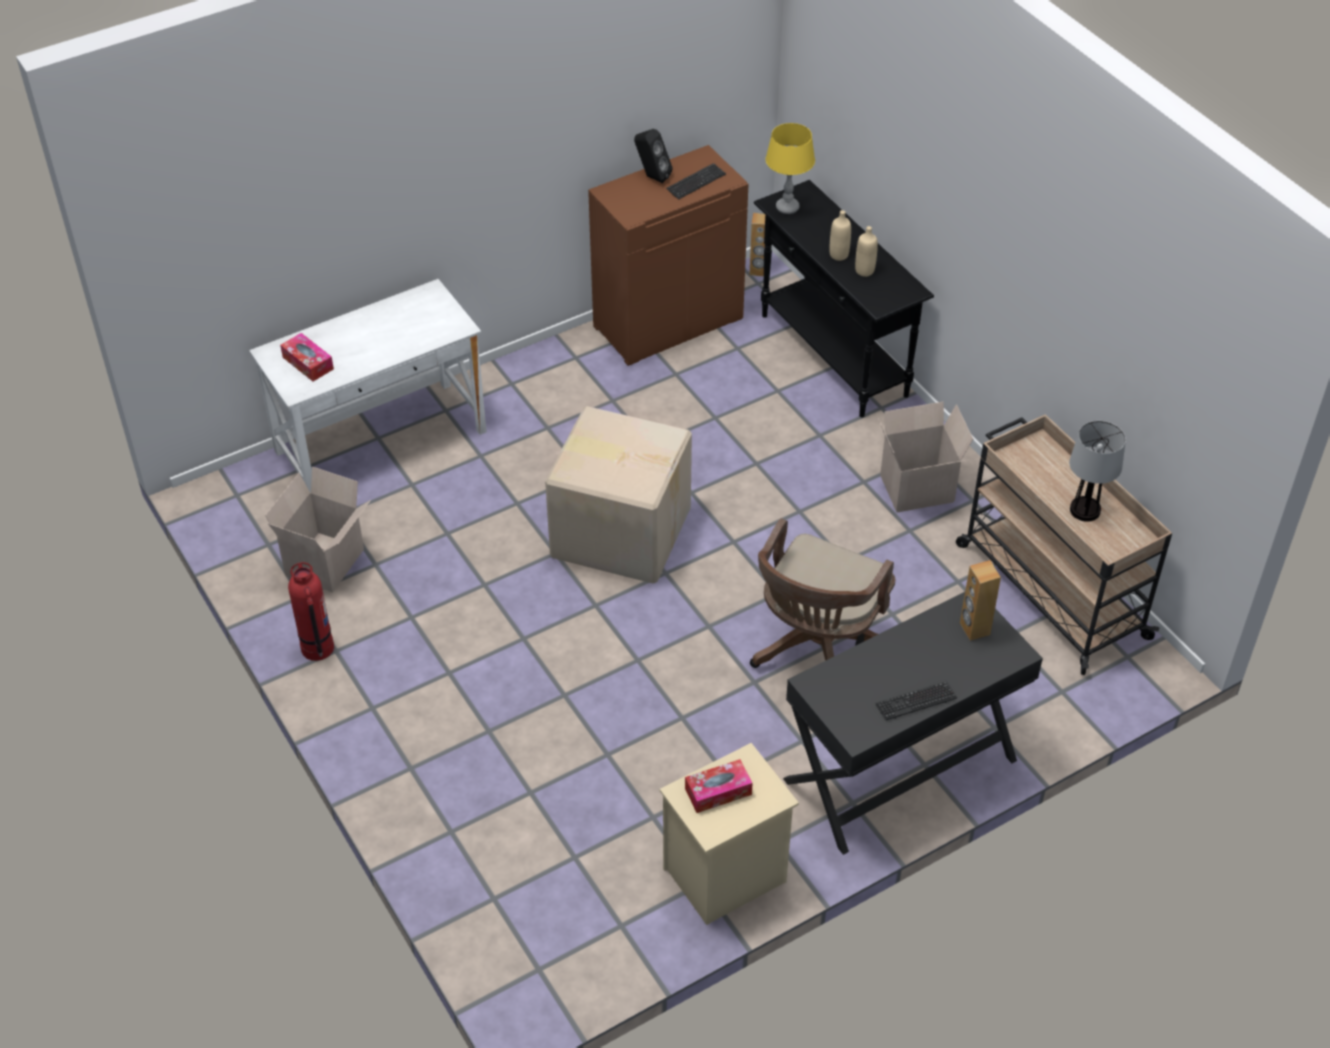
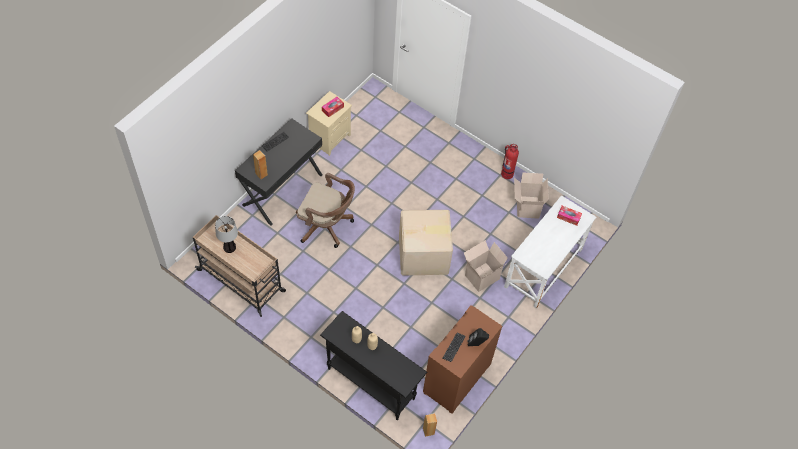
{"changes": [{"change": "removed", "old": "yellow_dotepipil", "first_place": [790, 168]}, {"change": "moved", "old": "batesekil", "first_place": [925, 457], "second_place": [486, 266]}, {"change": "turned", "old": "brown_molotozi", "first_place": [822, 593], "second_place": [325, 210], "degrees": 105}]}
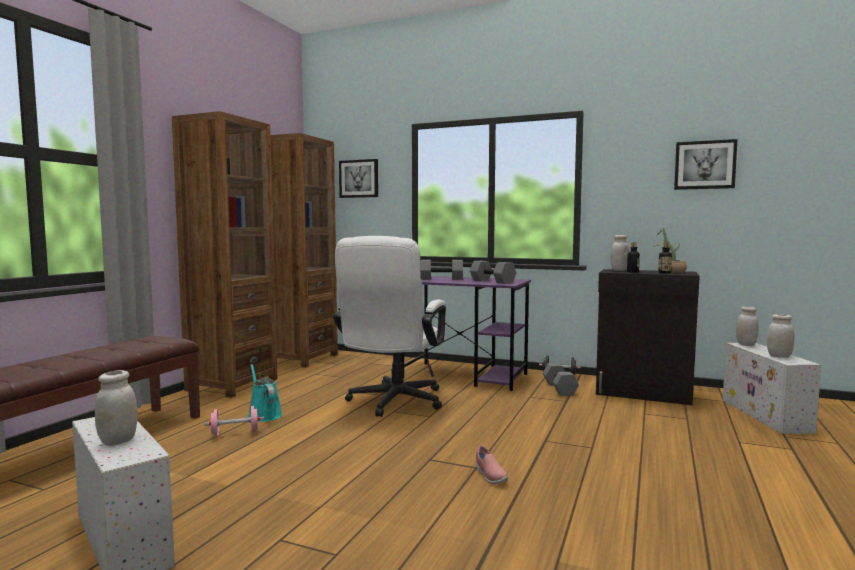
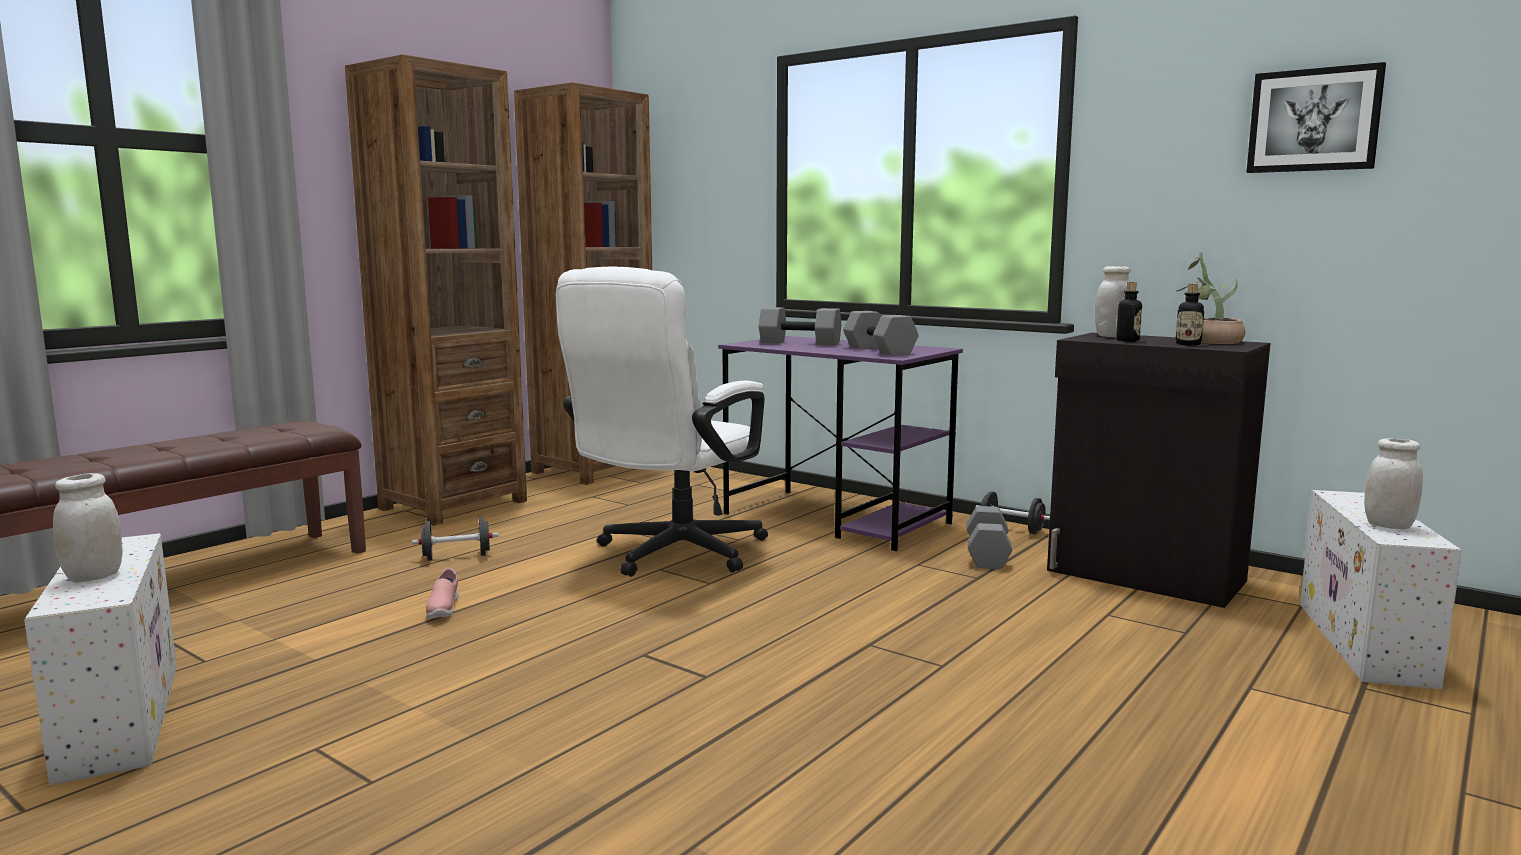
{"changes": [{"change": "removed", "old": "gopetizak", "first_place": [358, 178]}, {"change": "removed", "old": "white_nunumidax", "first_place": [747, 326]}, {"change": "replaced", "old": "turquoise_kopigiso", "new": "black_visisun", "first_place": [265, 393], "second_place": [455, 539]}, {"change": "removed", "old": "pink_visisun", "first_place": [234, 421]}, {"change": "moved", "old": "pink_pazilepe", "first_place": [492, 465], "second_place": [442, 593]}]}
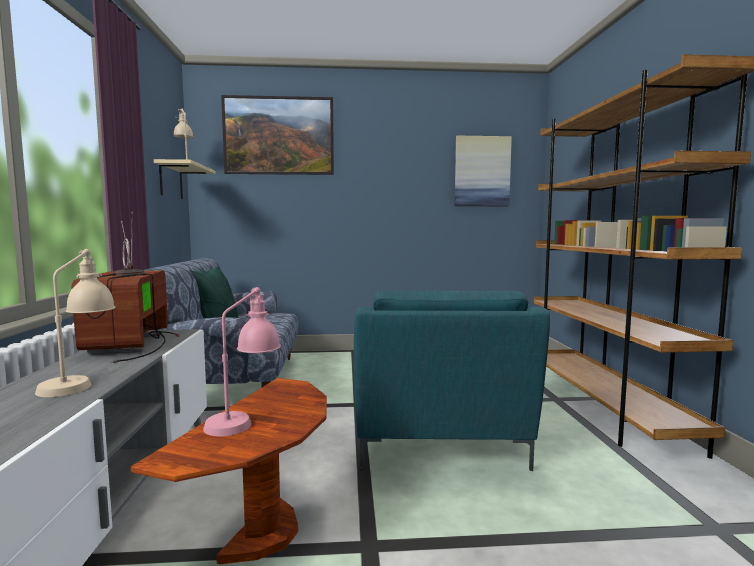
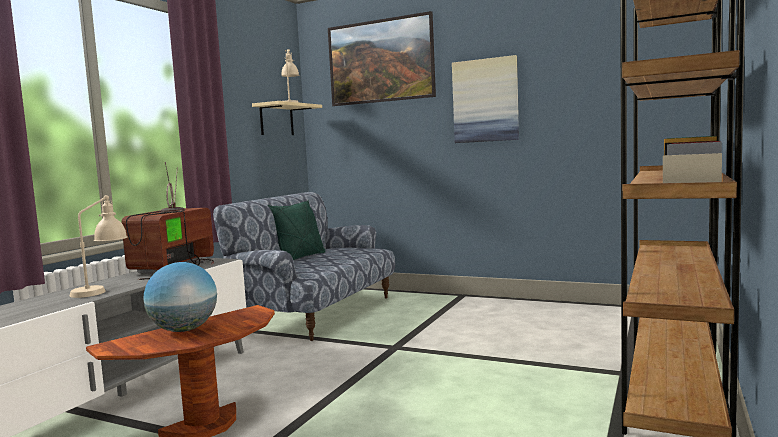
{"changes": [{"change": "moved", "old": "gopetizak", "first_place": [483, 171], "second_place": [485, 99]}, {"change": "replaced", "old": "pink_dotepipil", "new": "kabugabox", "first_place": [242, 361], "second_place": [180, 297]}, {"change": "removed", "old": "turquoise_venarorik", "first_place": [452, 380]}]}
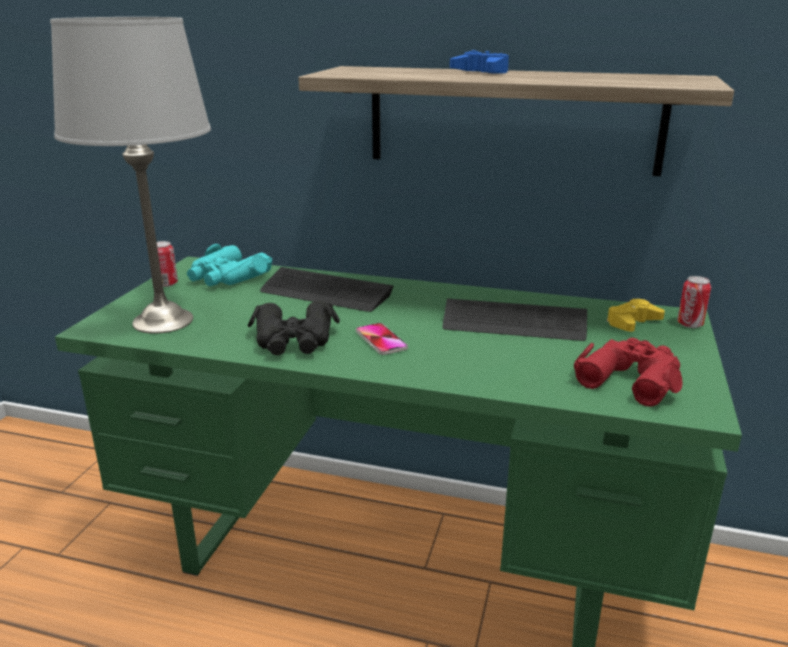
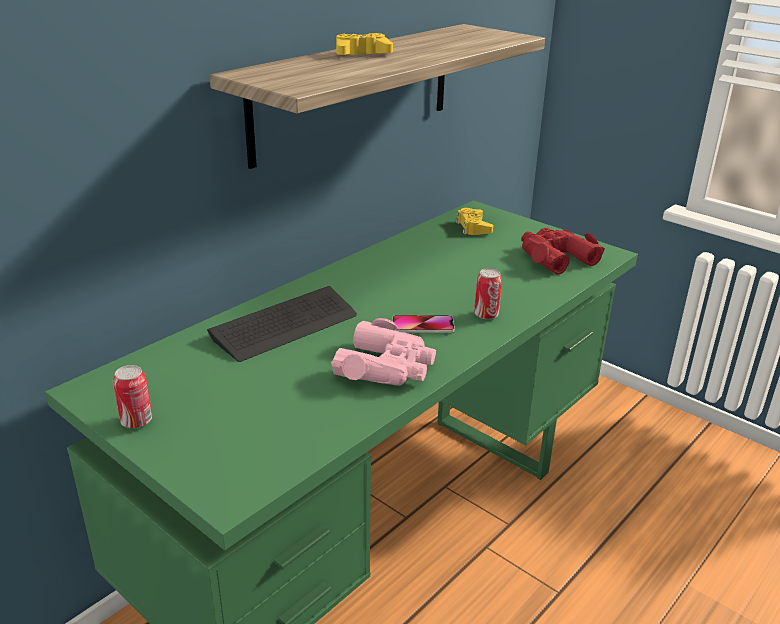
{"changes": [{"change": "removed", "old": "grey_dotepipil", "first_place": [130, 175]}, {"change": "recoloured", "old": "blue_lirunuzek", "new": "yellow_lirunuzek", "first_place": [479, 62], "second_place": [364, 44]}, {"change": "removed", "old": "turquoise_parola", "first_place": [229, 265]}, {"change": "moved", "old": "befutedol", "first_place": [694, 302], "second_place": [488, 293]}, {"change": "removed", "old": "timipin", "first_place": [515, 319]}, {"change": "recoloured", "old": "black_parola", "new": "pink_parola", "first_place": [294, 328], "second_place": [383, 351]}]}
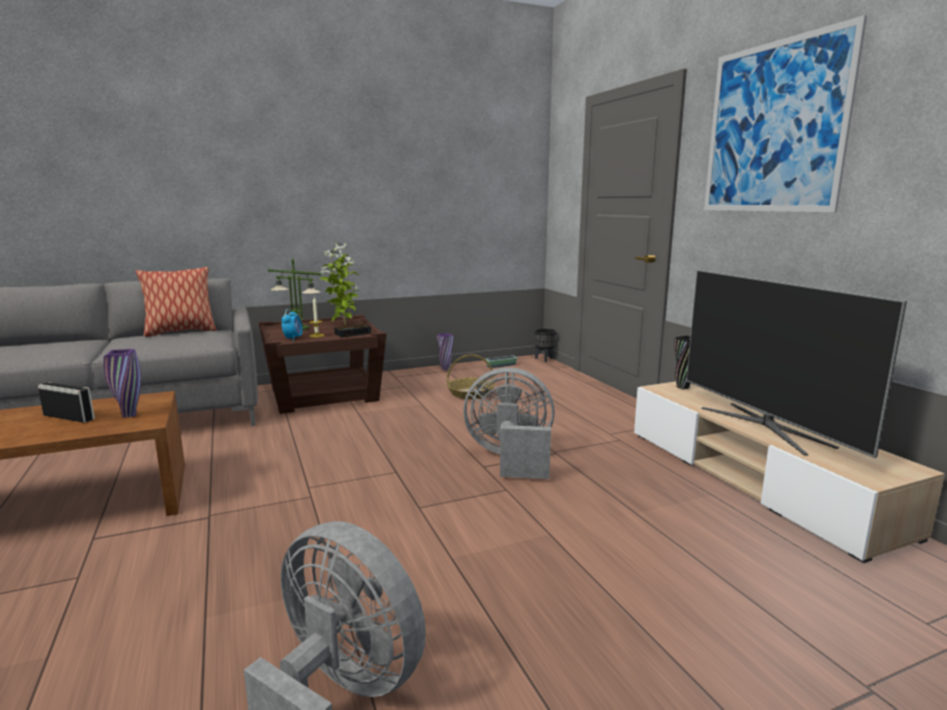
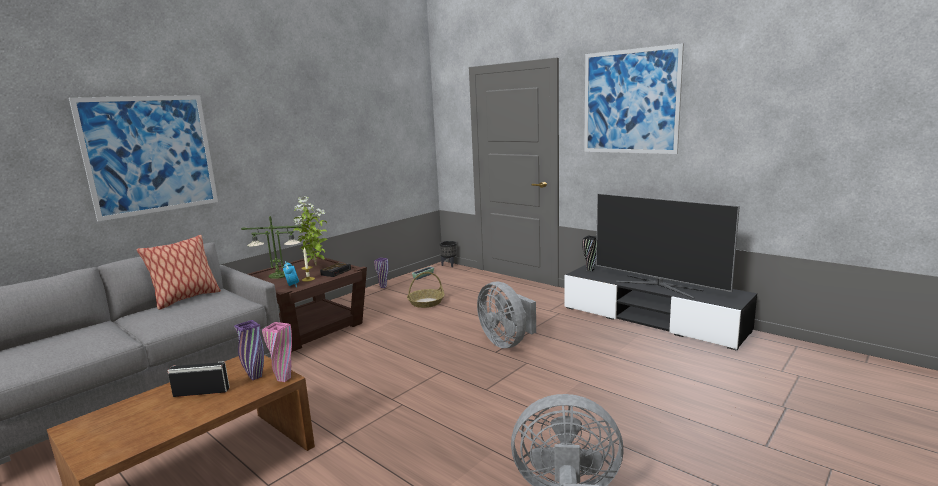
{"changes": [{"change": "turned", "old": "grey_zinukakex", "first_place": [509, 423], "second_place": [506, 315], "degrees": -105}, {"change": "recoloured", "old": "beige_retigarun", "new": "black_retigarun", "first_place": [789, 472], "second_place": [661, 307]}, {"change": "added", "new": "gopetizak", "second_place": [143, 158]}, {"change": "added", "new": "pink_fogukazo", "second_place": [277, 352]}]}
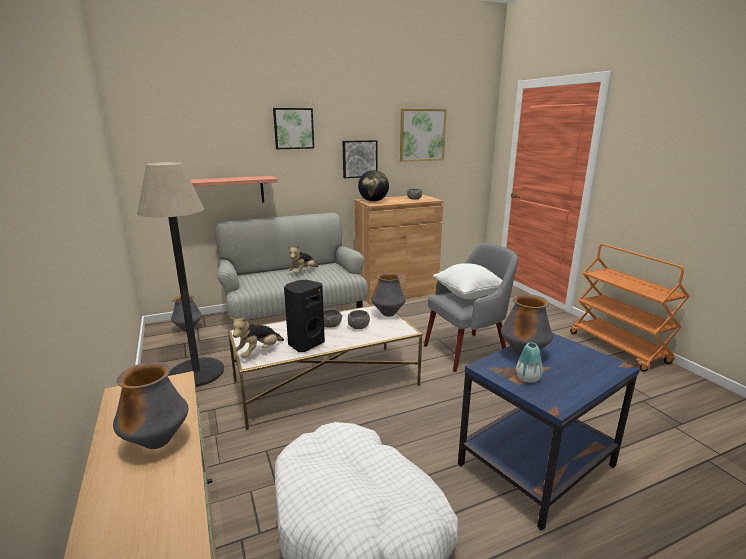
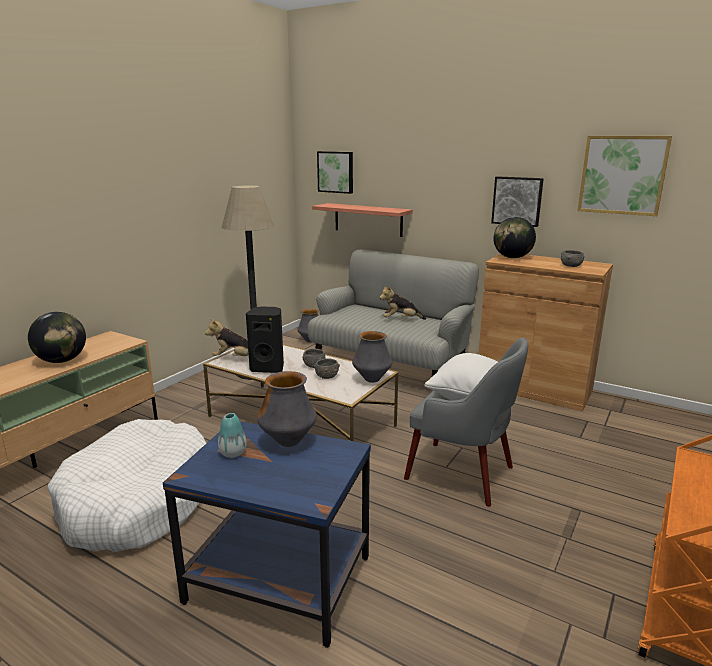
{"changes": [{"change": "moved", "old": "gopetizak", "first_place": [293, 128], "second_place": [335, 172]}, {"change": "replaced", "old": "fogukazo", "new": "kabugabox", "first_place": [150, 405], "second_place": [57, 337]}]}
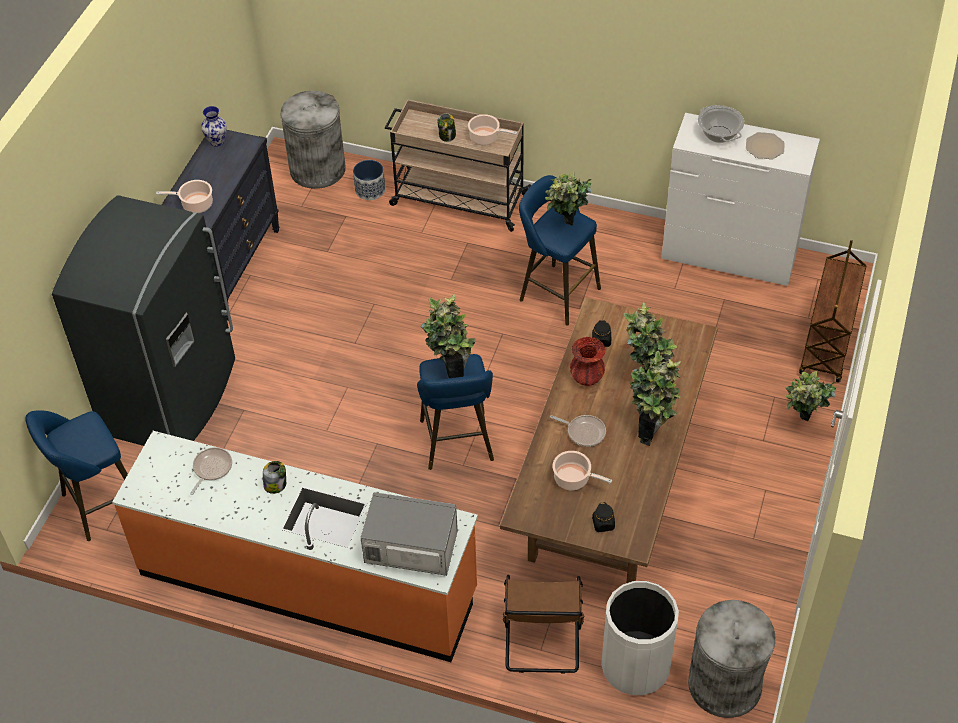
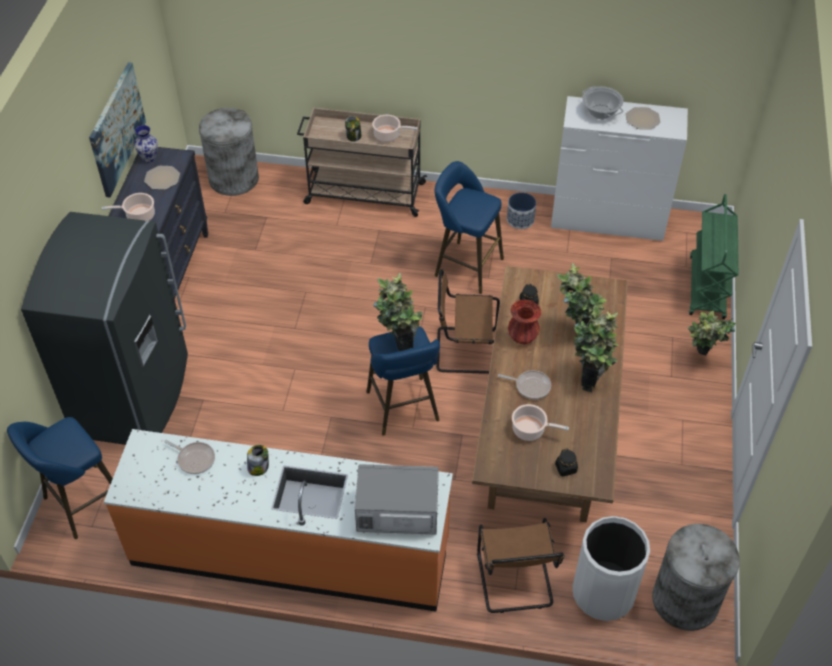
{"changes": [{"change": "moved", "old": "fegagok", "first_place": [369, 180], "second_place": [521, 210]}, {"change": "removed", "old": "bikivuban", "first_place": [568, 199]}, {"change": "recoloured", "old": "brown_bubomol", "new": "green_bubomol", "first_place": [832, 311], "second_place": [714, 256]}, {"change": "turned", "old": "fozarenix", "first_place": [211, 471], "second_place": [189, 457], "degrees": 105}, {"change": "added", "new": "gopetizak", "second_place": [117, 130]}, {"change": "added", "new": "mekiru", "second_place": [162, 178]}, {"change": "added", "new": "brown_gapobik", "second_place": [468, 321]}]}
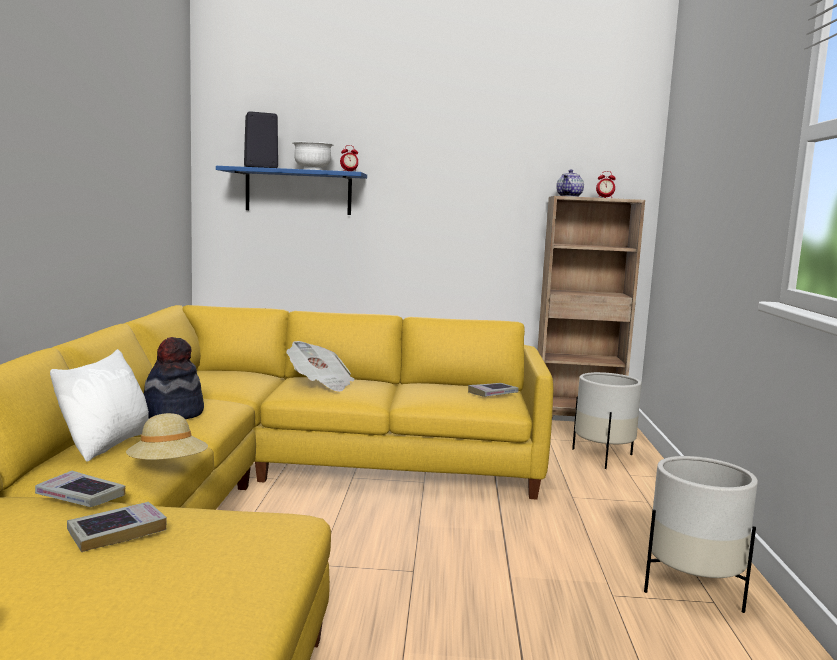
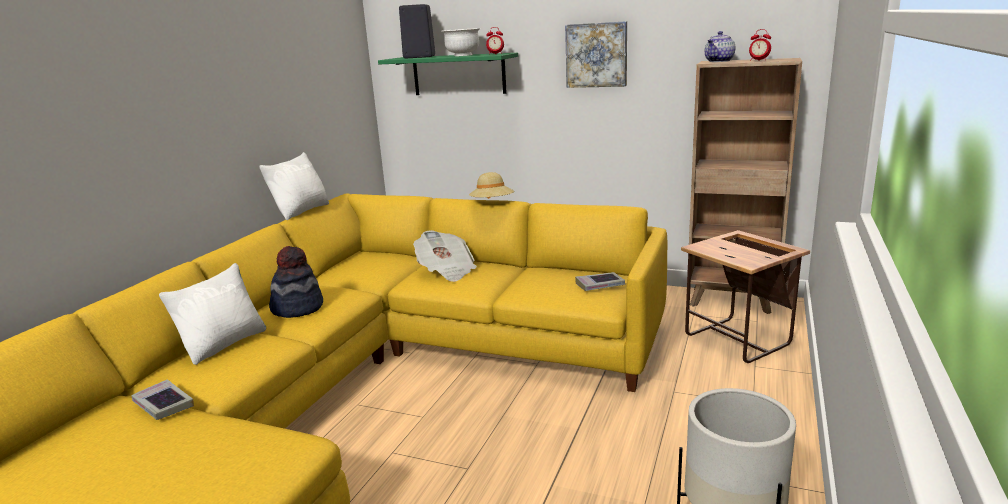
{"changes": [{"change": "recoloured", "old": "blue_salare", "new": "green_salare", "first_place": [291, 190], "second_place": [448, 74]}, {"change": "replaced", "old": "white_fegagok", "new": "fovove", "first_place": [607, 420], "second_place": [745, 296]}, {"change": "moved", "old": "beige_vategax", "first_place": [167, 436], "second_place": [491, 185]}, {"change": "removed", "old": "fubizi", "first_place": [117, 527]}, {"change": "added", "new": "gopetizak", "second_place": [596, 54]}, {"change": "added", "new": "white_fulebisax", "second_place": [294, 186]}]}
